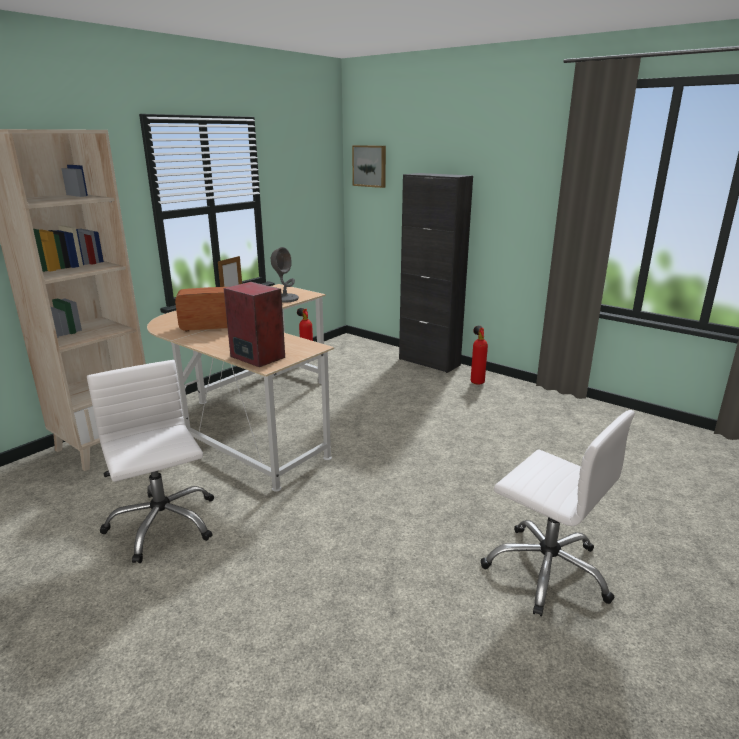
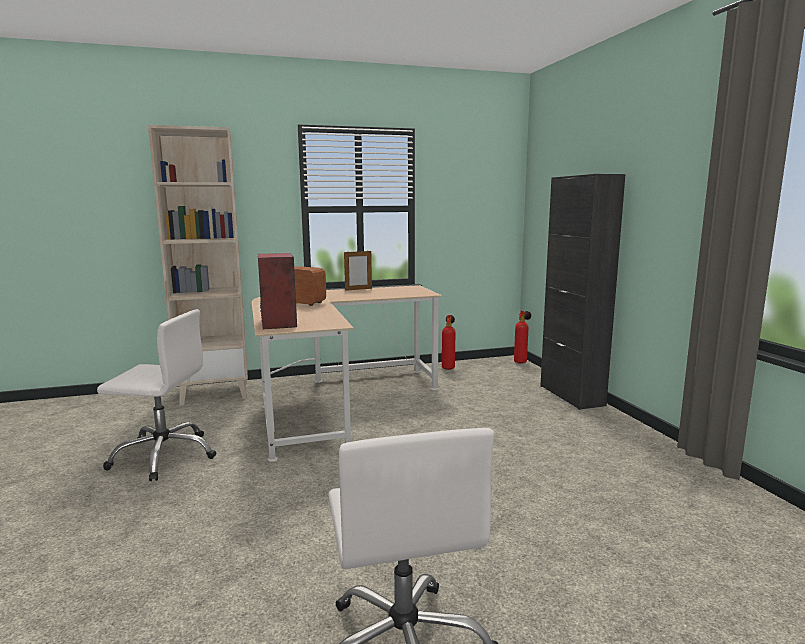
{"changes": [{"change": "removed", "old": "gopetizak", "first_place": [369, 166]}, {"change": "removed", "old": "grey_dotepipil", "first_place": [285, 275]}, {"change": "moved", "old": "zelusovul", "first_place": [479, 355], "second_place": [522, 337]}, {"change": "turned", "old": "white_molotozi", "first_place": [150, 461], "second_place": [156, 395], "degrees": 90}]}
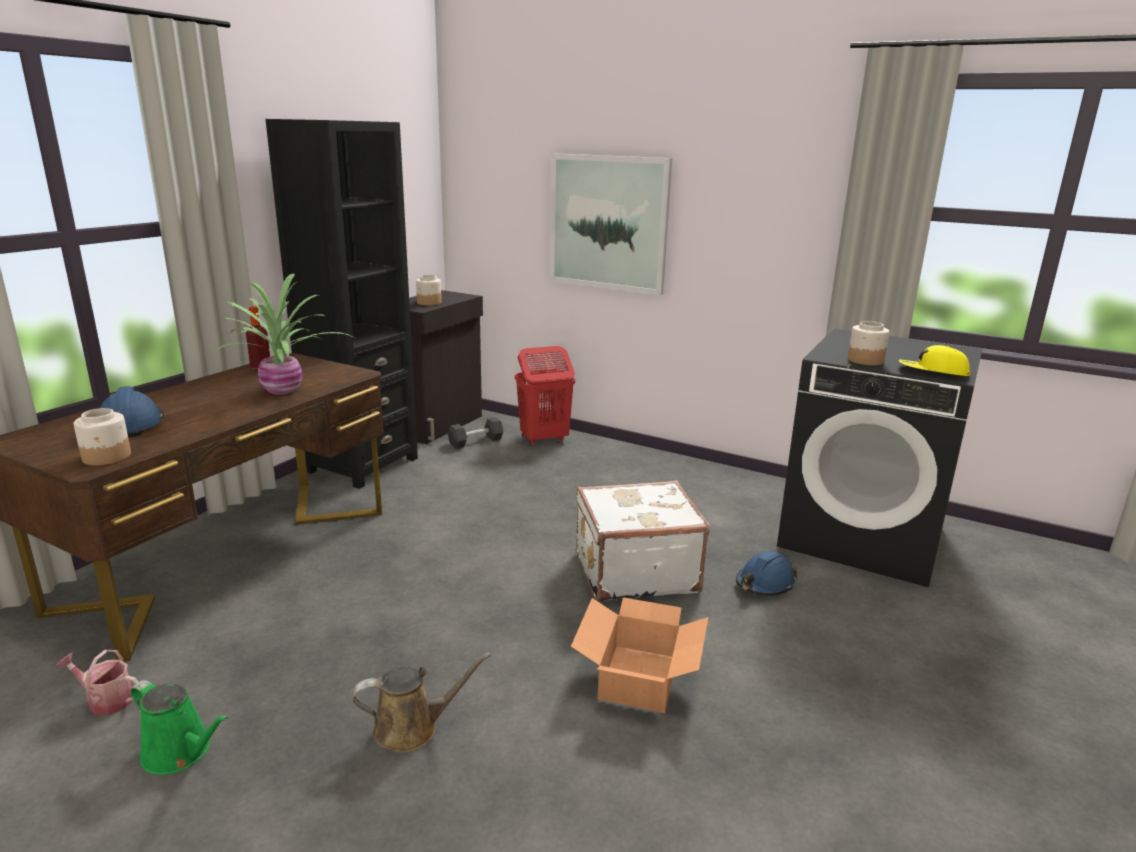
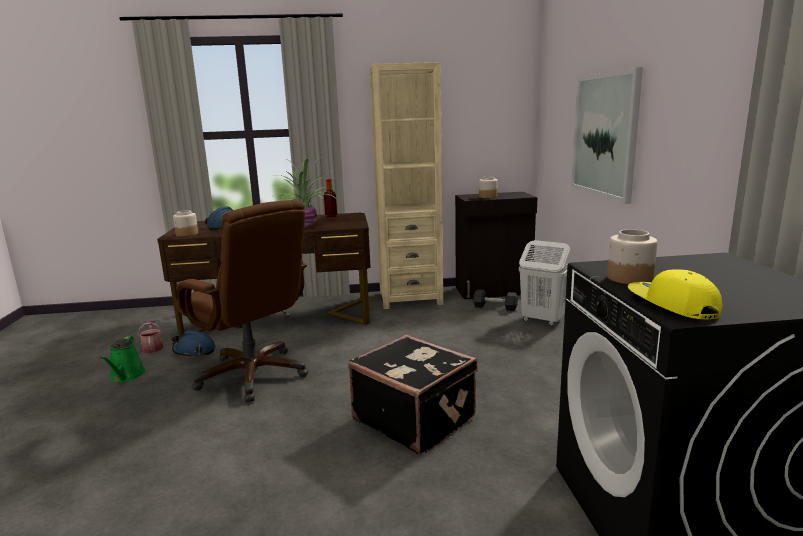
{"changes": [{"change": "recoloured", "old": "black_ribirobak", "new": "beige_ribirobak", "first_place": [341, 304], "second_place": [406, 185]}, {"change": "recoloured", "old": "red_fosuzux", "new": "white_fosuzux", "first_place": [545, 396], "second_place": [544, 283]}, {"change": "recoloured", "old": "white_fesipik", "new": "black_fesipik", "first_place": [643, 541], "second_place": [413, 395]}, {"change": "moved", "old": "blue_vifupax", "first_place": [766, 573], "second_place": [194, 344]}, {"change": "removed", "old": "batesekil", "first_place": [639, 655]}, {"change": "removed", "old": "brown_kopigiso", "first_place": [422, 702]}, {"change": "added", "new": "brown_molotozi", "second_place": [242, 301]}]}
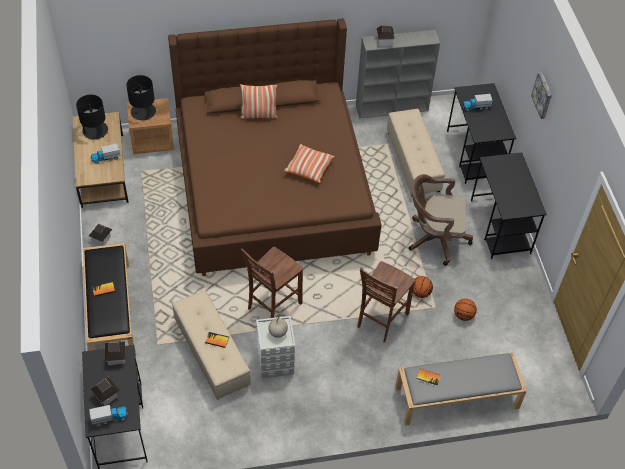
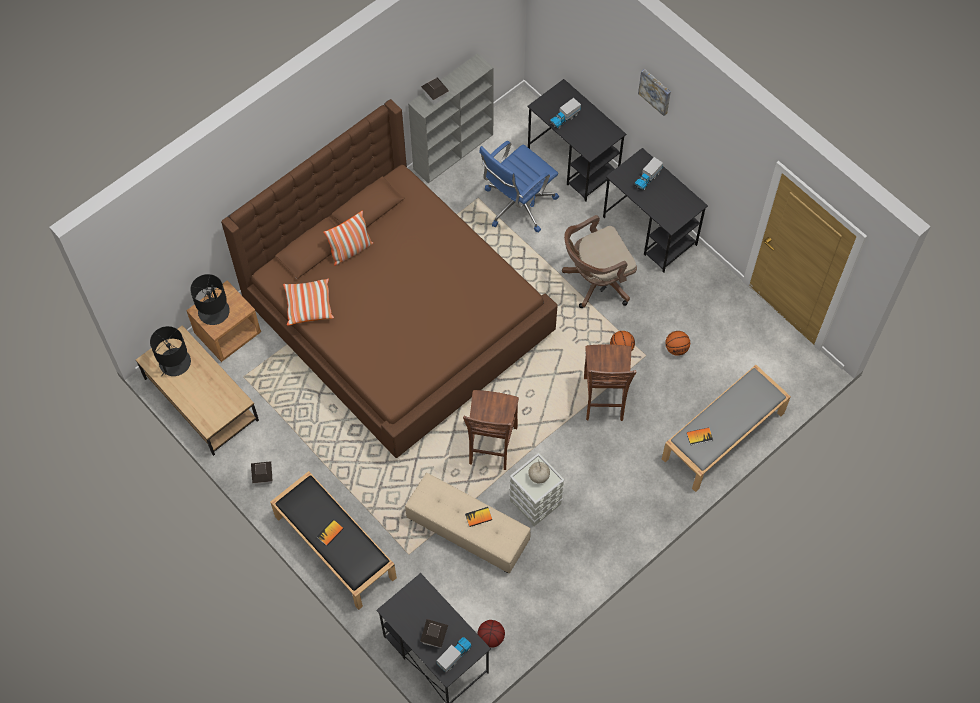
{"changes": [{"change": "replaced", "old": "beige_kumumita", "new": "blue_molotozi", "first_place": [416, 152], "second_place": [519, 186]}, {"change": "moved", "old": "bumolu", "first_place": [105, 153], "second_place": [648, 174]}, {"change": "moved", "old": "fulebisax", "first_place": [309, 163], "second_place": [308, 302]}, {"change": "removed", "old": "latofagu", "first_place": [115, 353]}, {"change": "added", "new": "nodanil", "second_place": [491, 634]}]}
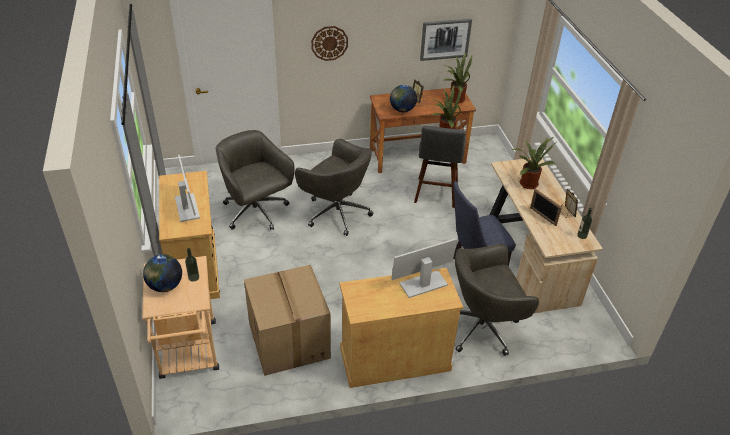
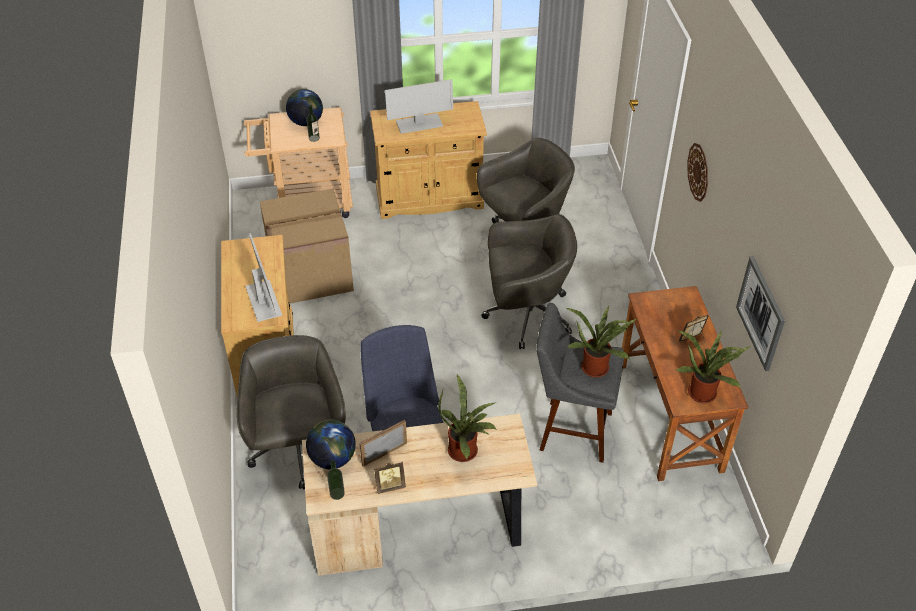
{"changes": [{"change": "moved", "old": "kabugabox", "first_place": [403, 98], "second_place": [331, 444]}, {"change": "turned", "old": "grey_molotozi", "first_place": [334, 187], "second_place": [529, 281], "degrees": -135}]}
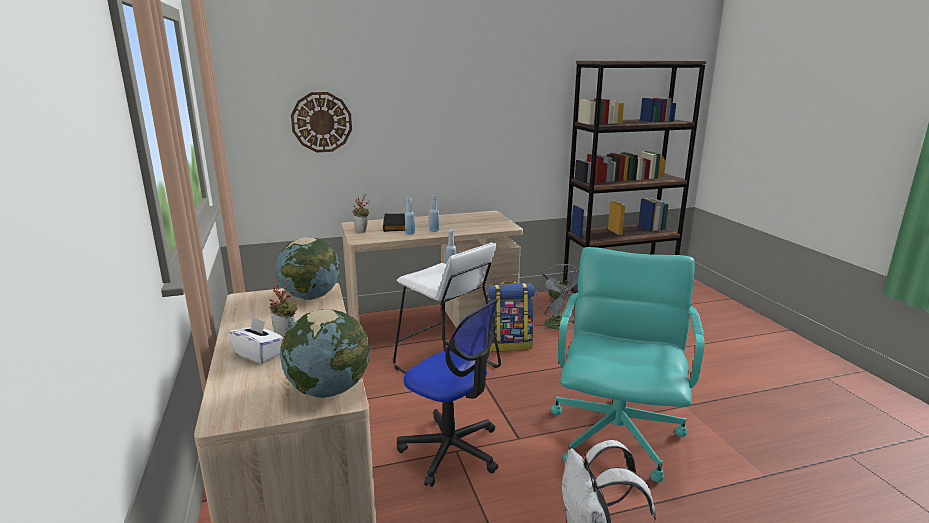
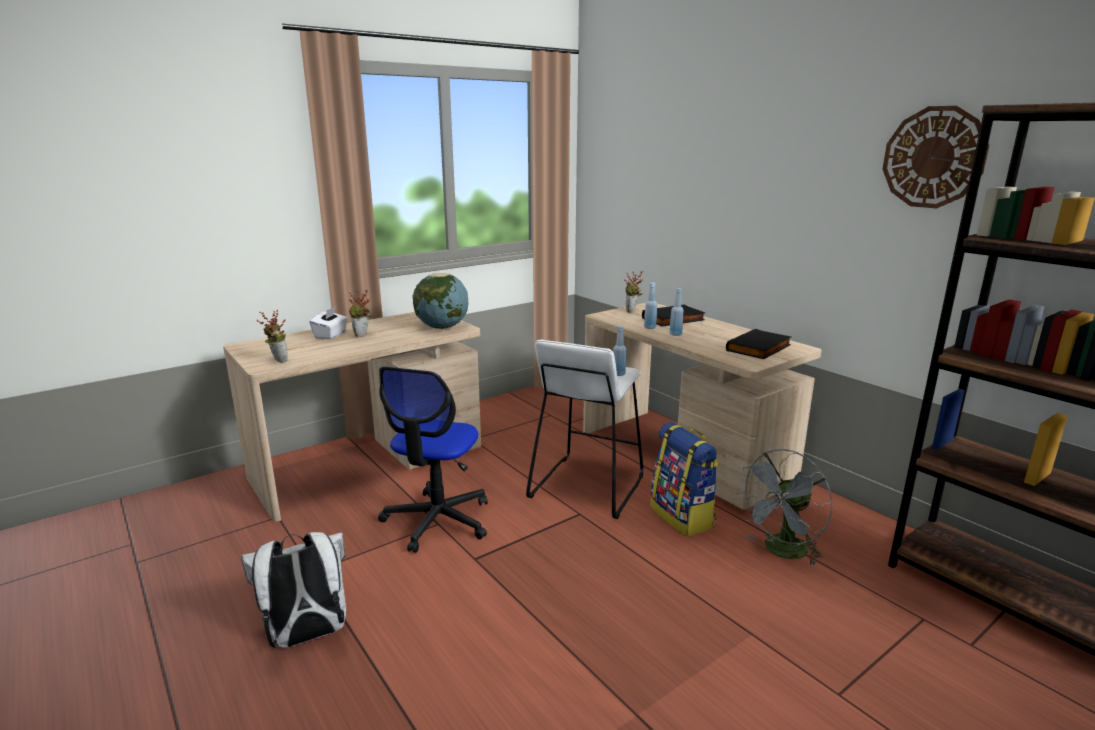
{"changes": [{"change": "moved", "old": "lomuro", "first_place": [321, 122], "second_place": [936, 157]}, {"change": "removed", "old": "turquoise_molotozi", "first_place": [627, 364]}, {"change": "replaced", "old": "kabugabox", "new": "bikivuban", "first_place": [325, 353], "second_place": [272, 336]}, {"change": "added", "new": "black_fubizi", "second_place": [758, 344]}]}
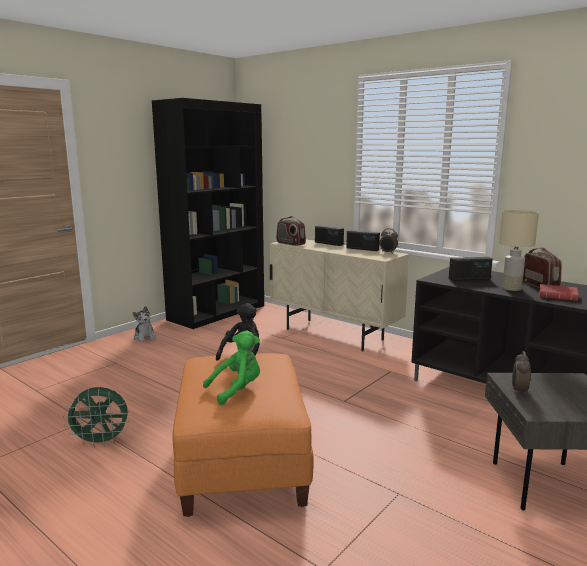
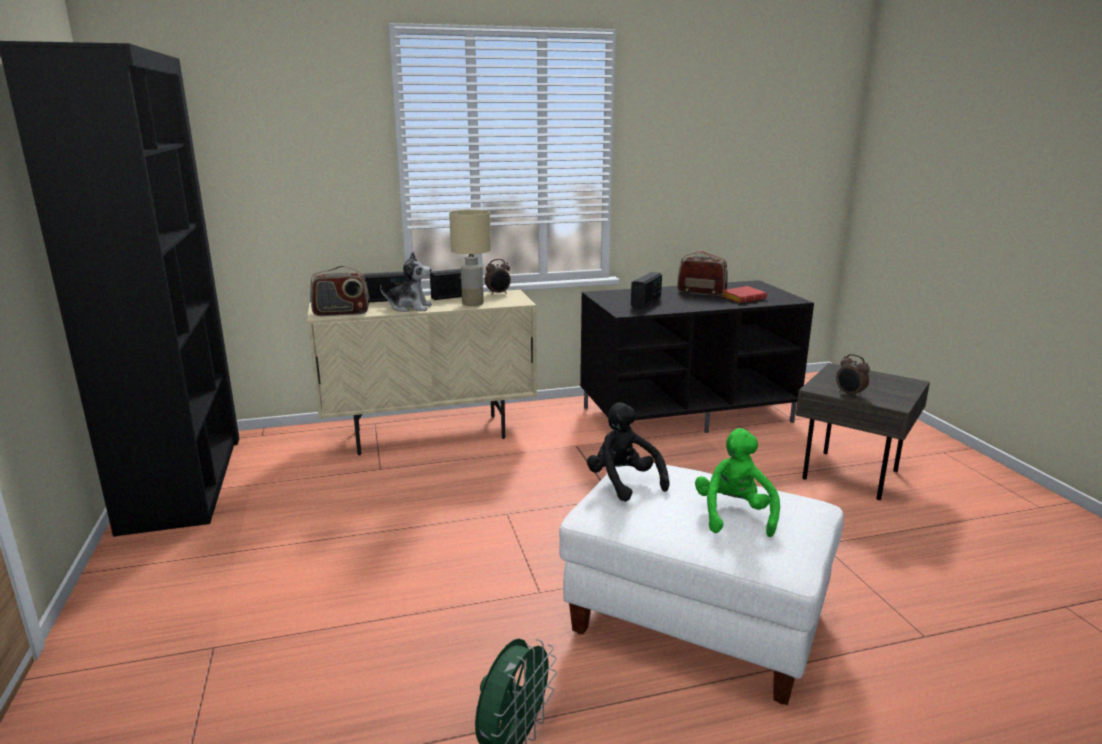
{"changes": [{"change": "moved", "old": "beige_dotepipil", "first_place": [519, 250], "second_place": [470, 258]}, {"change": "moved", "old": "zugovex", "first_place": [144, 324], "second_place": [406, 282]}, {"change": "recoloured", "old": "orange_kumumita", "new": "white_kumumita", "first_place": [242, 435], "second_place": [701, 584]}]}
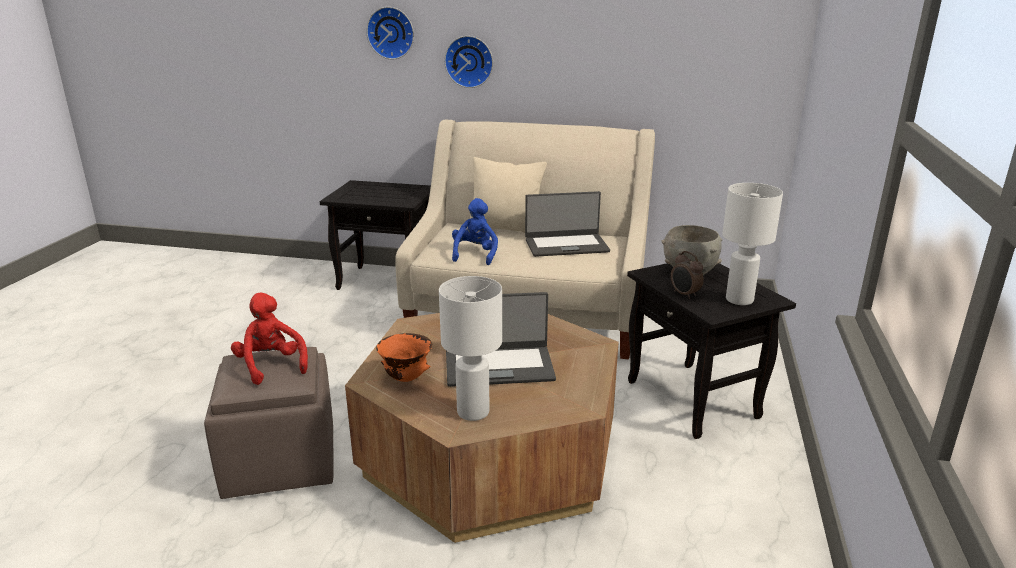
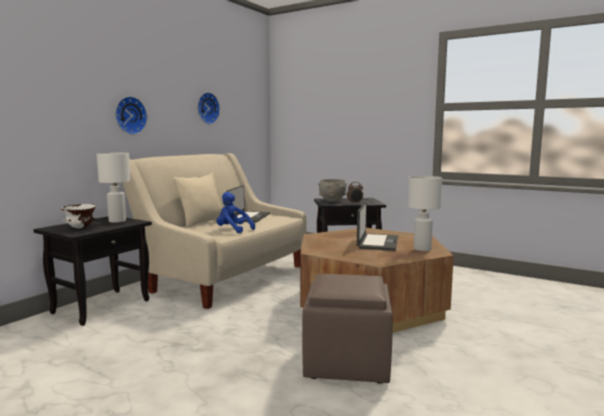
{"changes": [{"change": "moved", "old": "lomuro", "first_place": [390, 33], "second_place": [208, 108]}, {"change": "moved", "old": "white_dotepipil", "first_place": [752, 244], "second_place": [114, 188]}, {"change": "removed", "old": "red_zugovex", "first_place": [269, 339]}, {"change": "removed", "old": "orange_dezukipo", "first_place": [404, 357]}, {"change": "added", "new": "white_dezukipo", "second_place": [78, 216]}]}
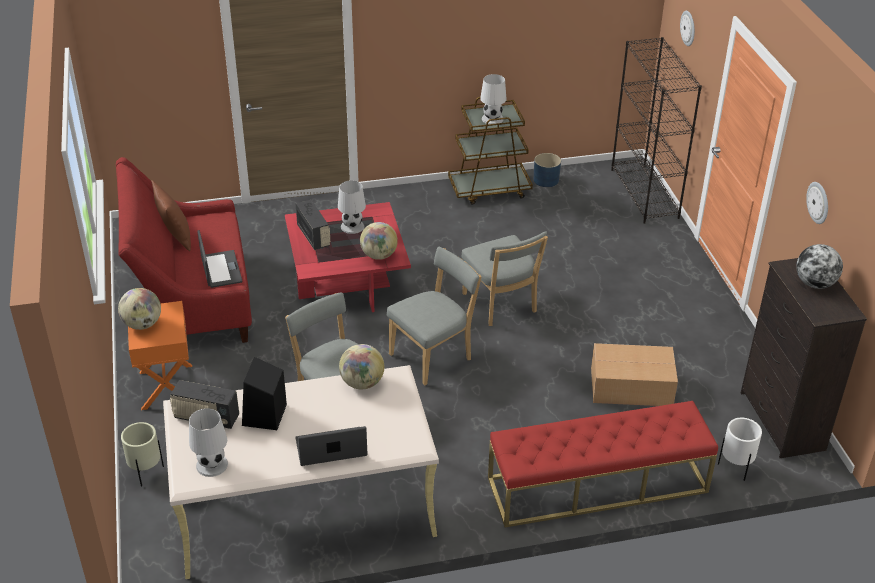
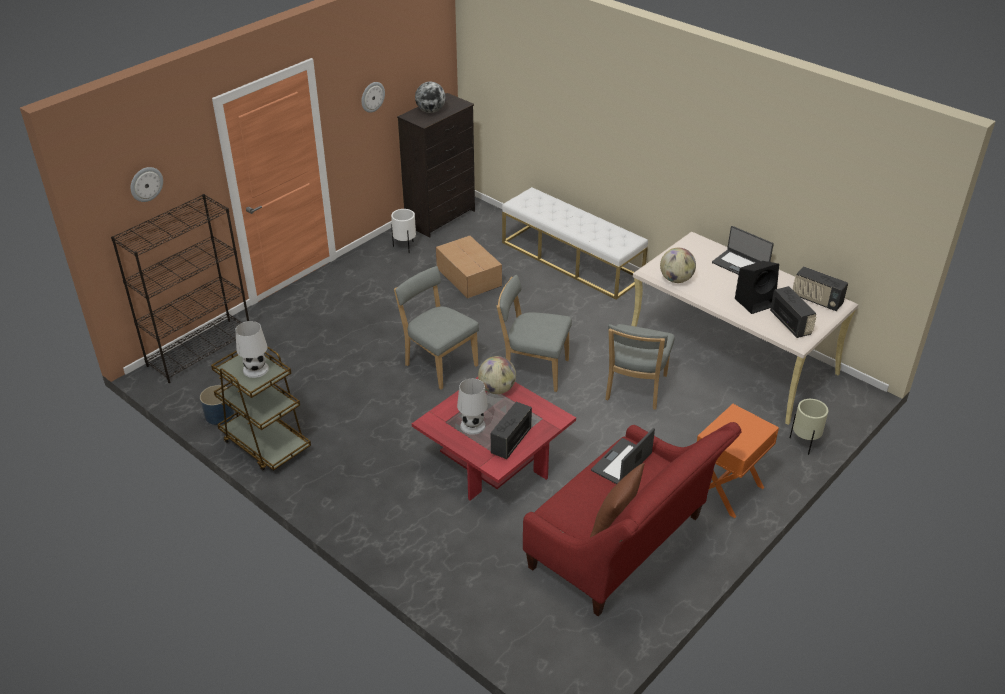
{"changes": [{"change": "turned", "old": "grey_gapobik", "first_place": [505, 278], "second_place": [436, 328], "degrees": -75}, {"change": "removed", "old": "kabugabox", "first_place": [139, 309]}, {"change": "recoloured", "old": "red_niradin", "new": "white_niradin", "first_place": [603, 464], "second_place": [575, 243]}, {"change": "replaced", "old": "white_dotepipil", "new": "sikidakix", "first_place": [208, 442], "second_place": [820, 288]}, {"change": "moved", "old": "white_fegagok", "first_place": [740, 449], "second_place": [403, 231]}]}
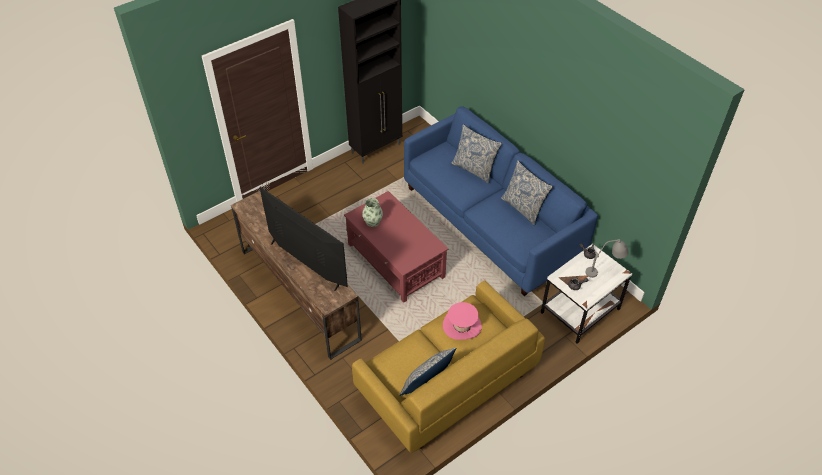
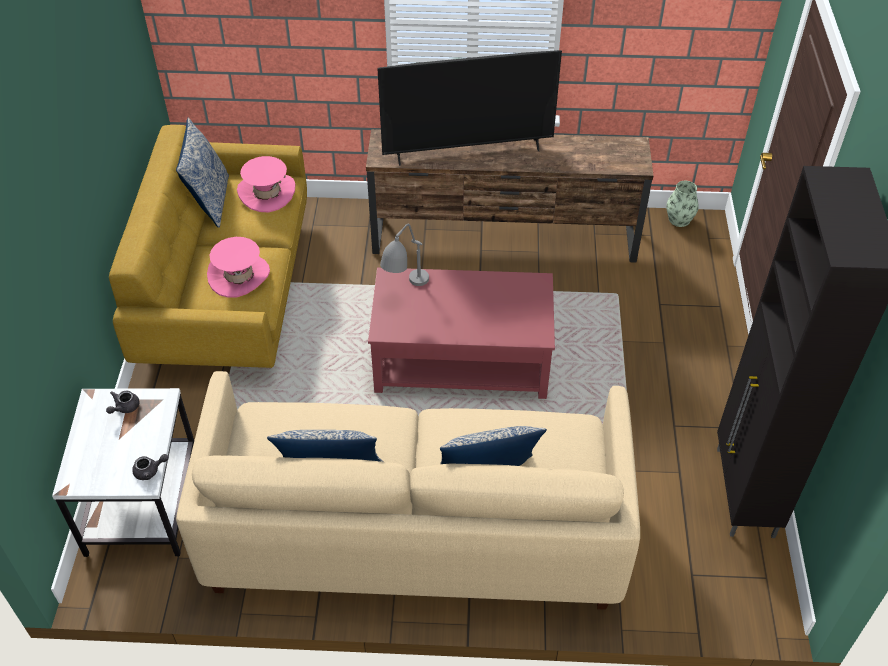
{"changes": [{"change": "recoloured", "old": "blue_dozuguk", "new": "beige_dozuguk", "first_place": [501, 201], "second_place": [408, 490]}, {"change": "moved", "old": "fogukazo", "first_place": [372, 212], "second_place": [682, 204]}, {"change": "moved", "old": "grey_dotepipil", "first_place": [607, 258], "second_place": [404, 255]}, {"change": "added", "new": "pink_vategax", "second_place": [266, 184]}]}
